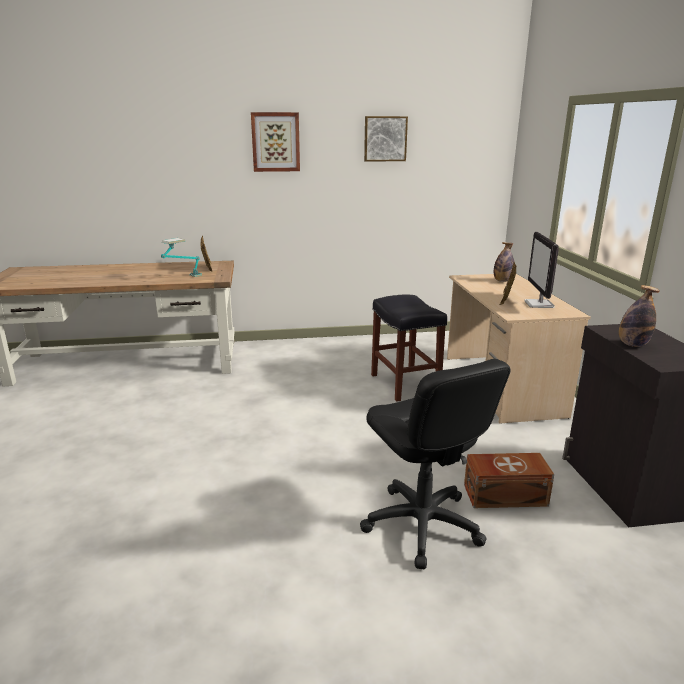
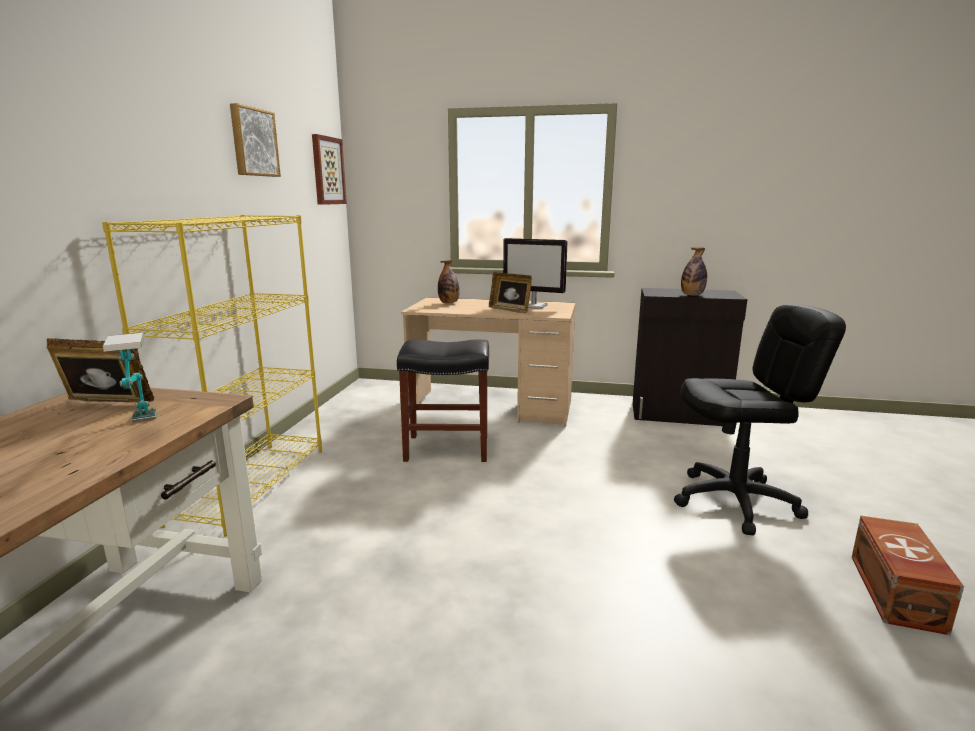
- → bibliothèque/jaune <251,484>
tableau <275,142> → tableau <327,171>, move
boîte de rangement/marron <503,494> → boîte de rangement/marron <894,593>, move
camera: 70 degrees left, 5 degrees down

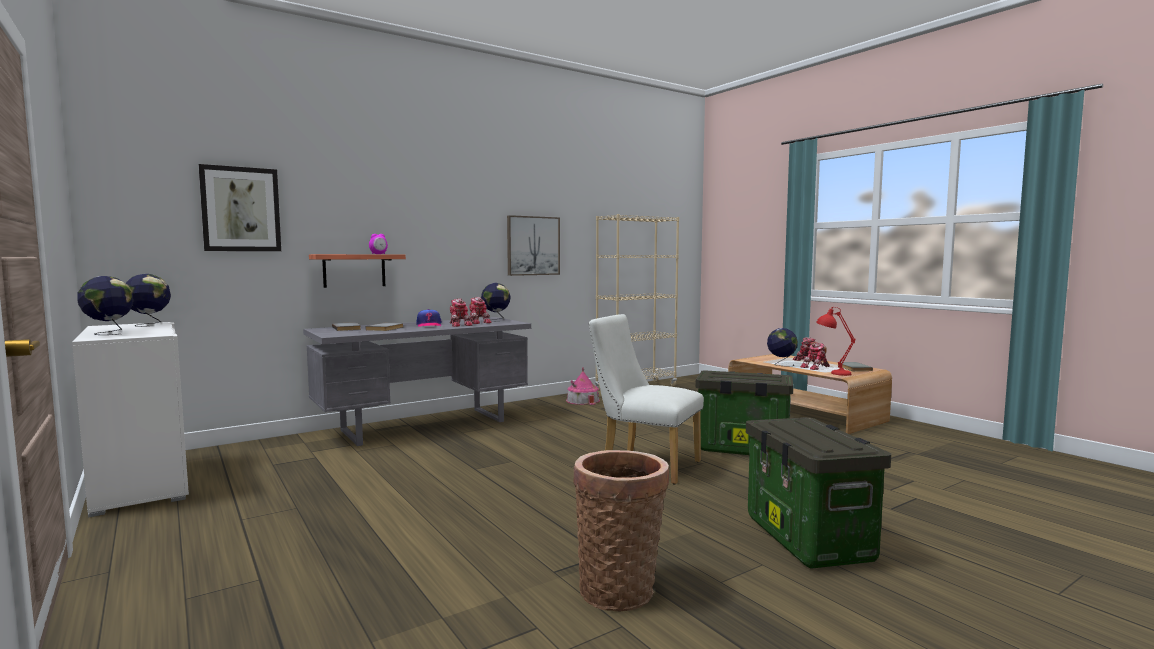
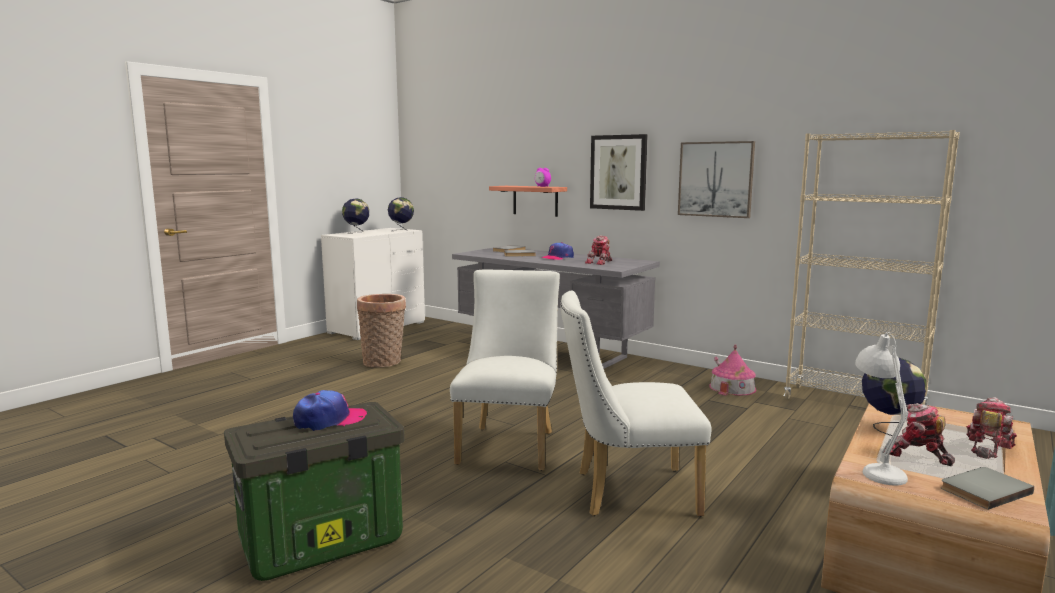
robot jouet <459,325> → -
globe <496,320> → -
- → casquette <329,420>
tableau <241,209> → tableau <618,172>, move
panier <619,588> → panier <384,362>, move
boîte de rangement <741,448> → chaise/blanc <626,492>
lampe de table/rouge <832,373> → lampe de table/blanc <876,468>
camera: 70 degrees right, 5 degrees up

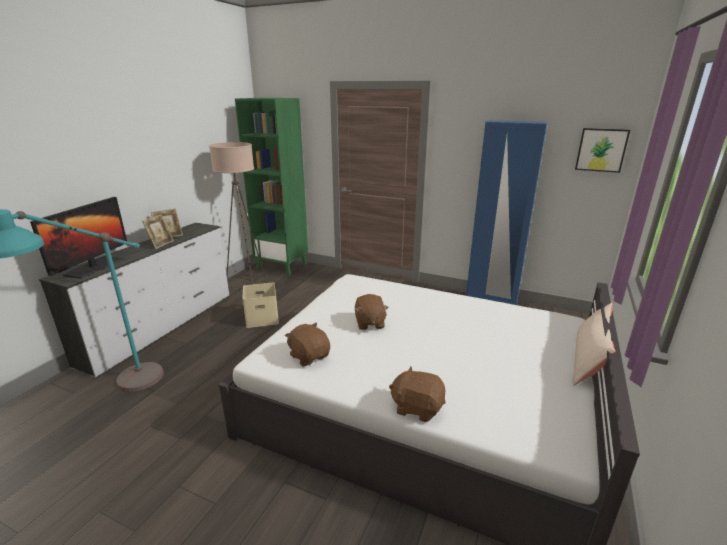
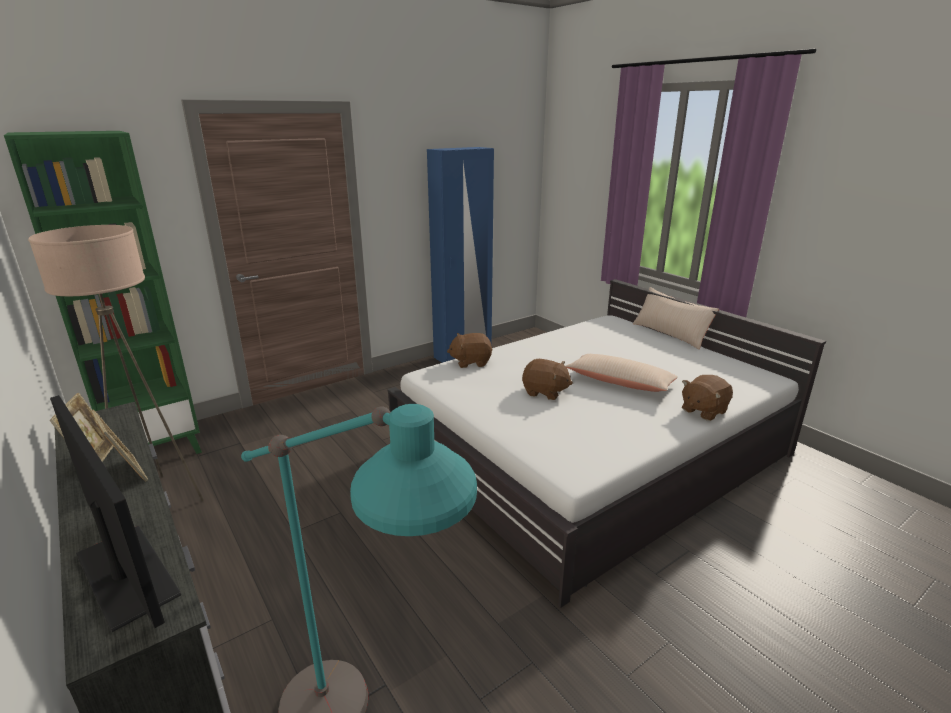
boîte de rangement/beige <263,317> → -
tableau <601,150> → -
- → coussin/beige <620,382>
peluche/marron <309,356> → peluche/marron <471,362>, move
camera: 60 degrees left, 0 degrees up

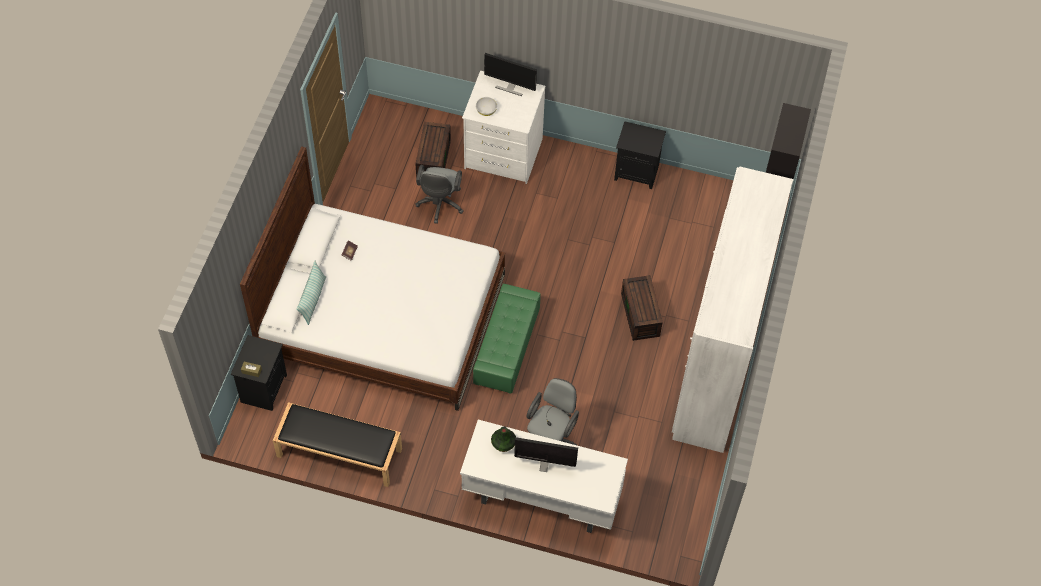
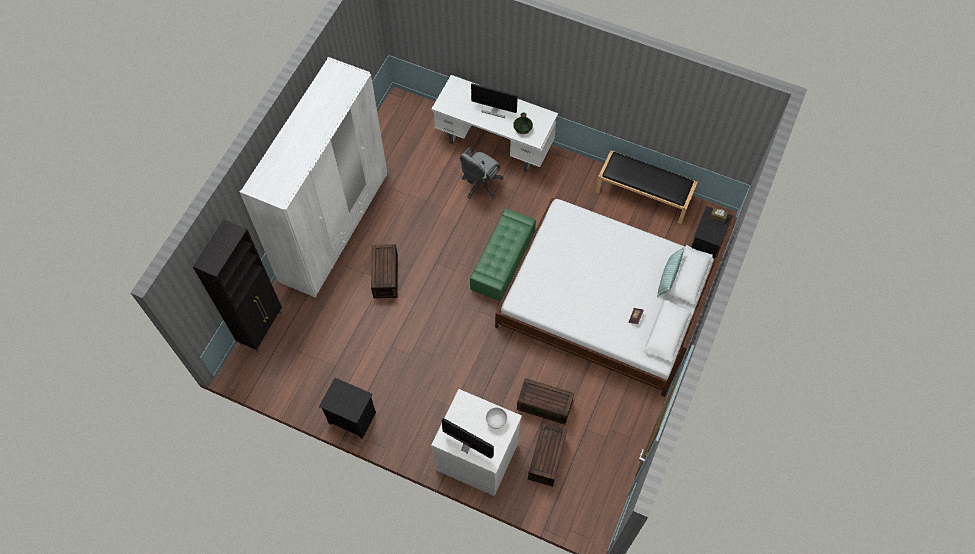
chaise de bureau/gris <440,205> → boîte de rangement/marron <545,405>
camera: 170 degrees left, 5 degrees up

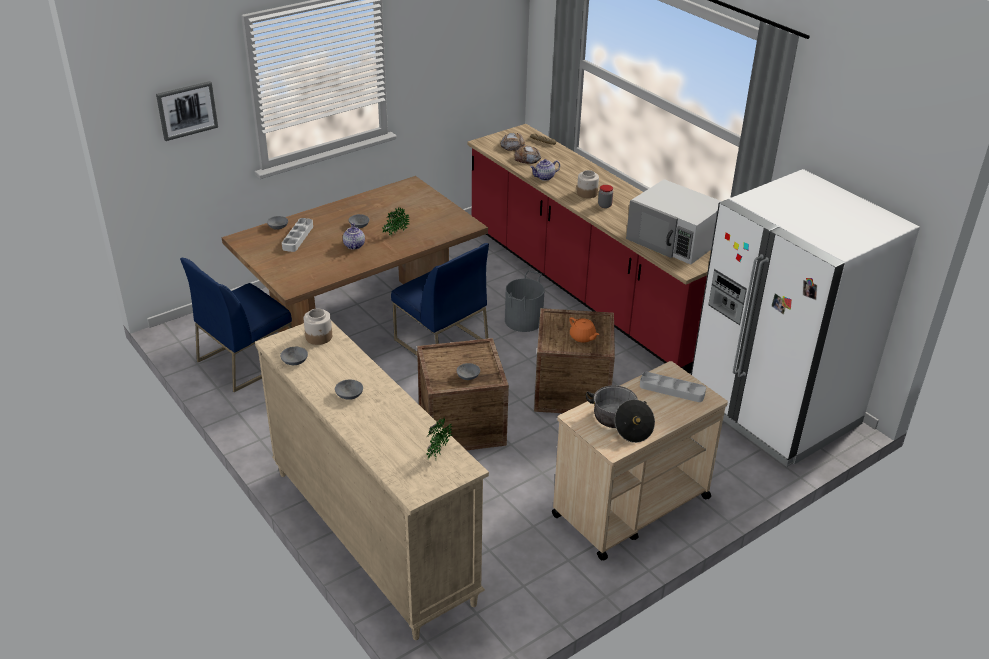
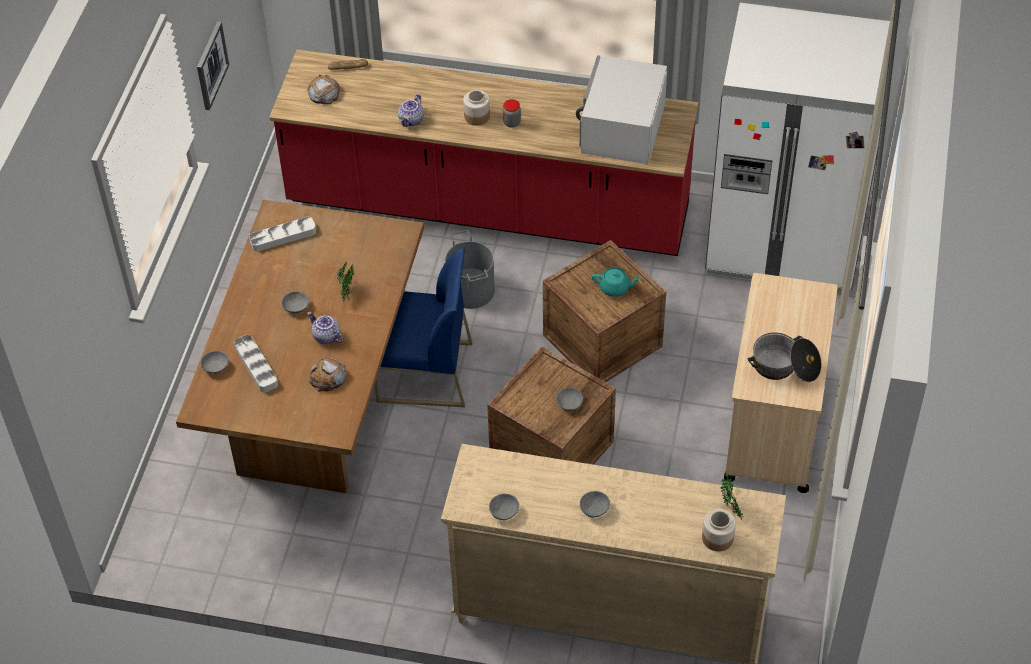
chaise/bleu <246,360> → -
tableau <187,110> → tableau <211,65>, move
bocal <319,337> → bocal <718,538>, move
pain <527,158> → pain <328,377>, move
plateau/gris <672,390> → plateau/gris <283,236>, move
théière/orange <582,337> → théière/turquoise <615,288>
micro-ondes/blanc <674,240> → micro-ondes/blanc <621,128>, 105 degrees clockwise
camera: 40 degrees left, 15 degrees up

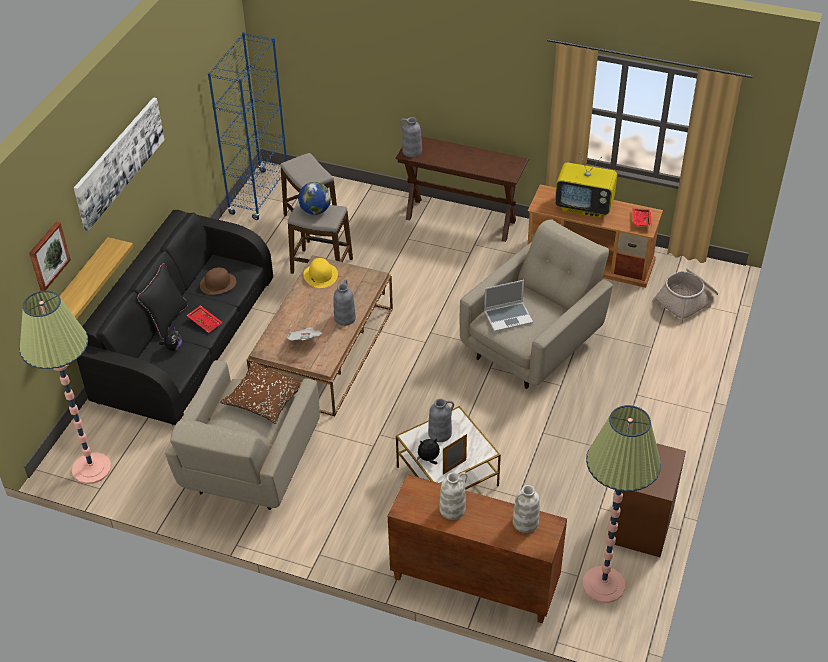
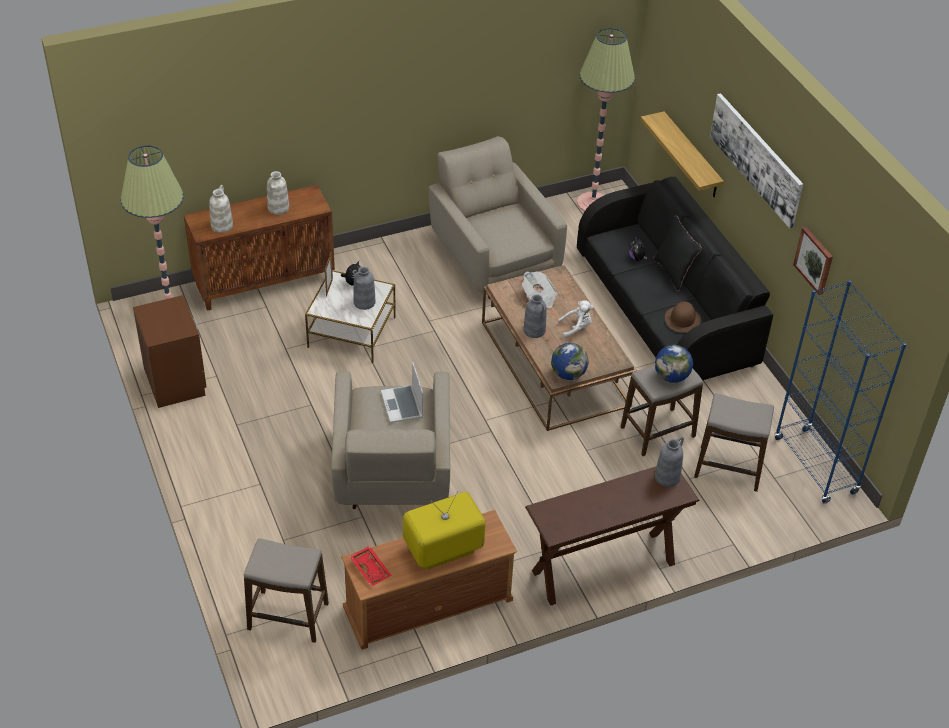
plateau/rouge <205,322> → -
coussin/marron <265,399> → -
chapeau/jaune <320,275> → -
- → globe <568,374>
- → peluche/blanc <576,328>
tableau <48,256> → tableau <814,260>, move
panier <687,301> → tabouret <288,617>
ordinateur portable <508,317> → ordinateur portable <403,405>, 45 degrees counterclockwise
camera: 135 degrees right, 0 degrees up

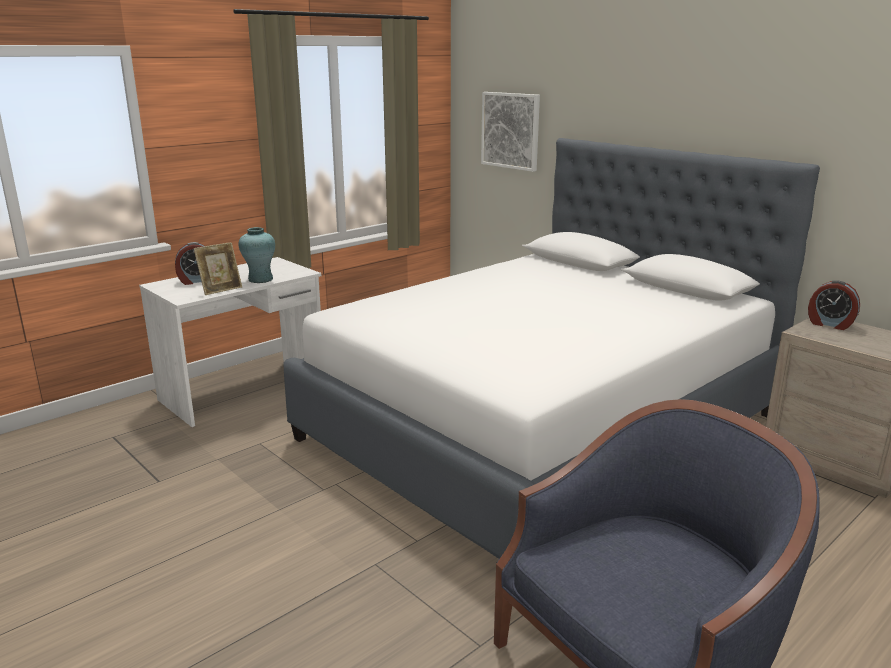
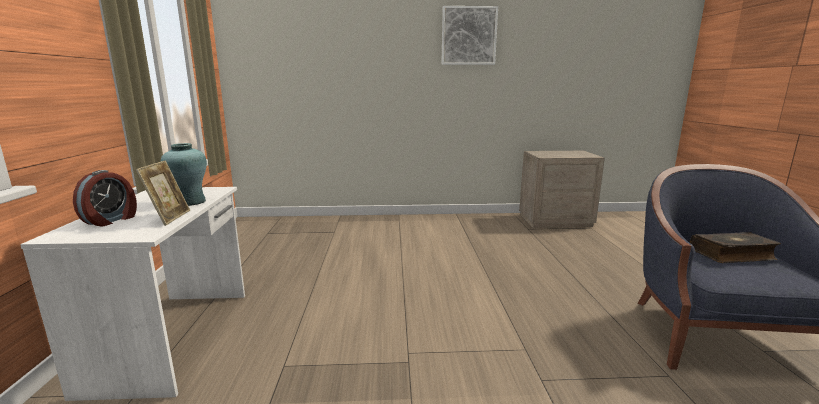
lit/blanc <541,426> → -
réveil <830,324> → -
- → livre <732,255>
tableau <510,130> → tableau <468,36>, move
camera: 50 degrees left, 5 degrees down

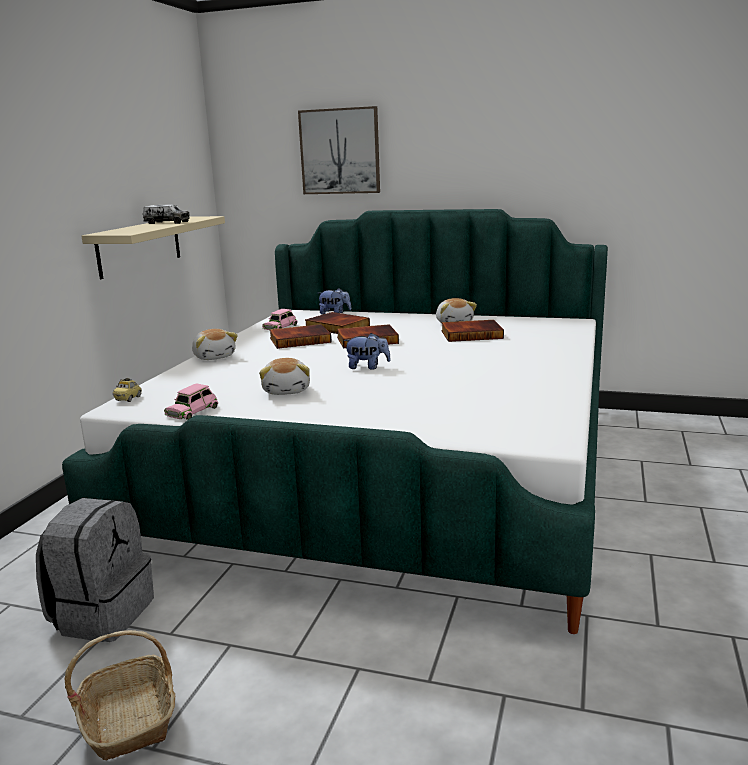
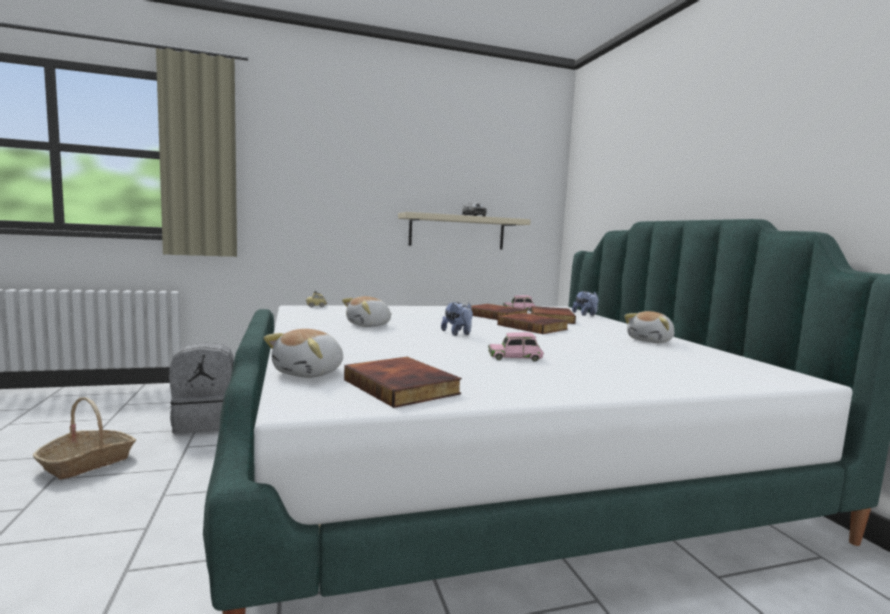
tableau <340,151> → -
petite voiture/rose <192,411> → petite voiture/rose <515,357>, move
peluche <215,357> → peluche <310,373>, move
livre <471,334> → livre <403,386>, move
camera: 55 degrees right, 10 degrees down

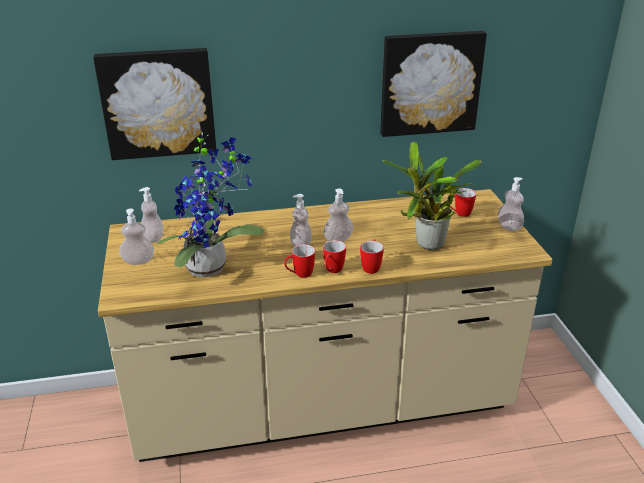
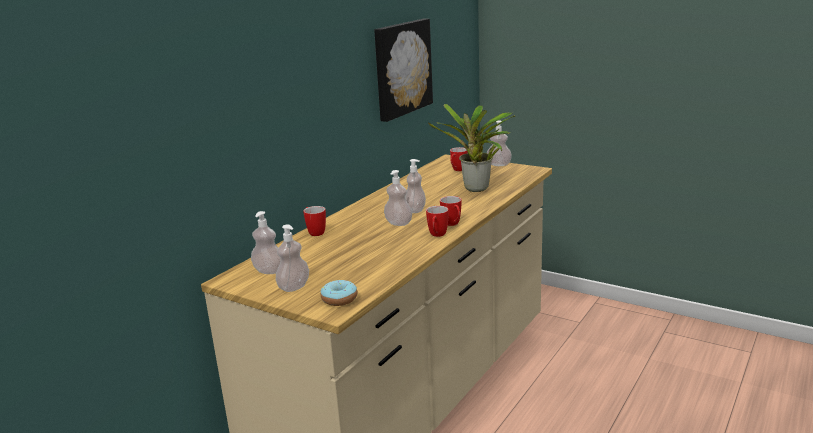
tableau <158,103> → -
plante en pot <212,267> → -
- → beignet <339,299>
mug <371,267> → mug <314,232>, move
camera: 45 degrees left, 10 degrees down

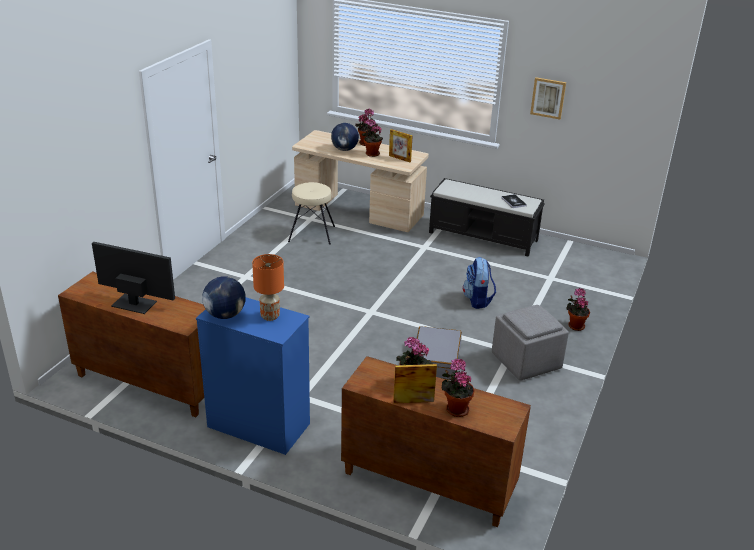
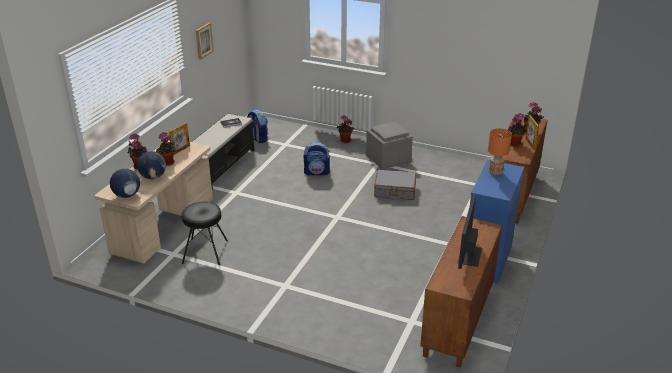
- → sac à dos <257,139>
globe <225,315> → globe <127,195>, move
tabouret/beige <312,234> → tabouret/noir <205,251>
camera: 90 degrees left, 0 degrees up

